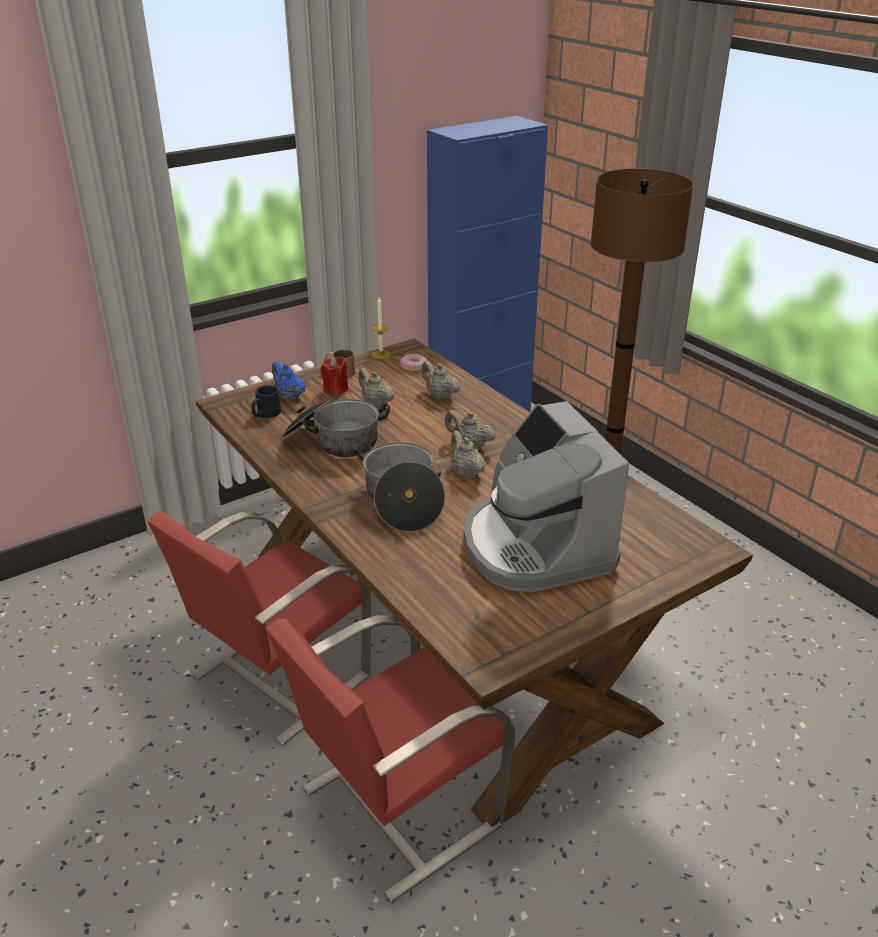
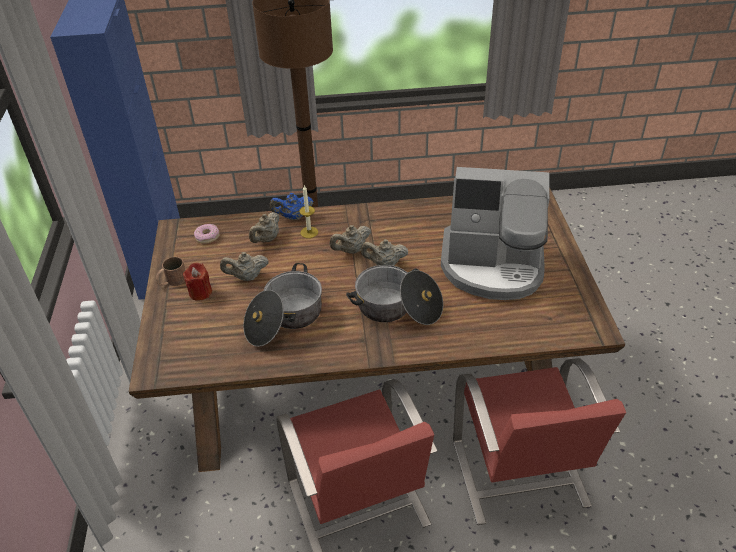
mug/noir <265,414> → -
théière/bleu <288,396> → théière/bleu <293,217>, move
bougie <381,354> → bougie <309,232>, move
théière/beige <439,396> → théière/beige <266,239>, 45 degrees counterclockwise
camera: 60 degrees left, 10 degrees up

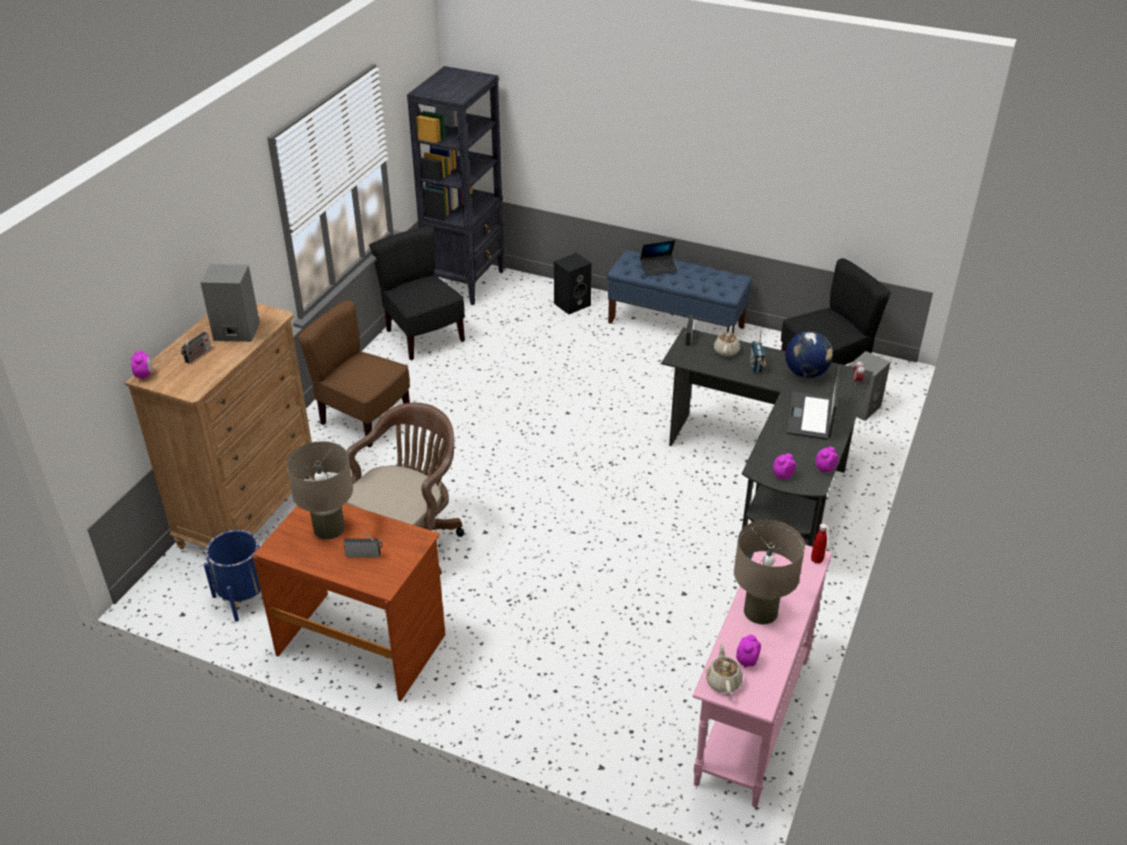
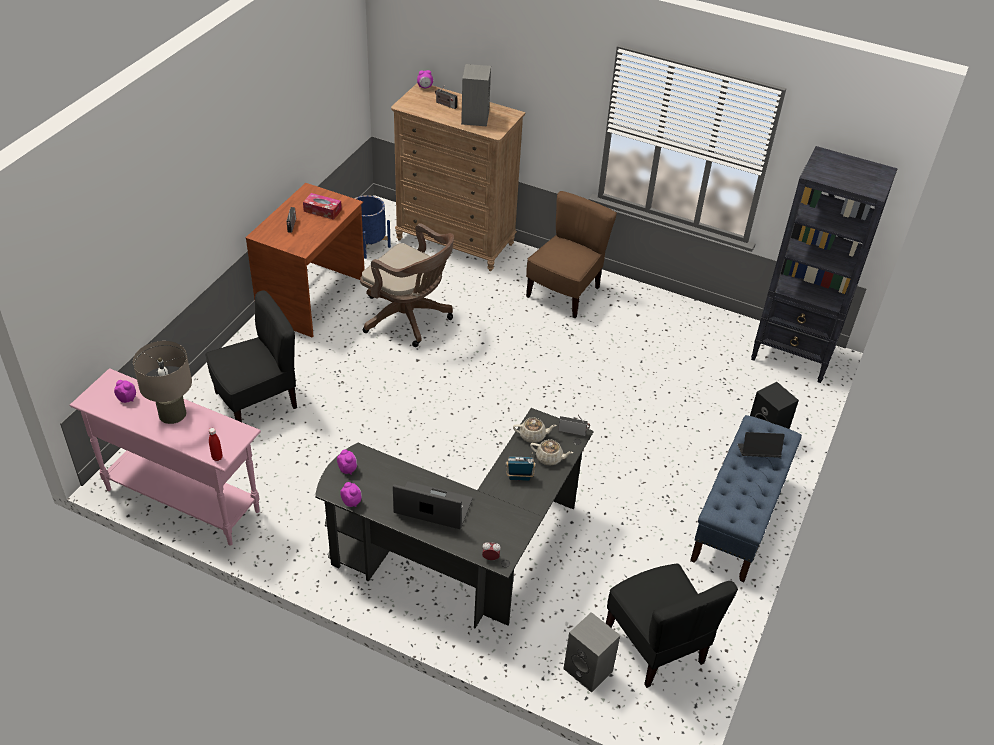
globe <806,373> → -
chaise/noir <423,336> → chaise/noir <257,401>, move
théière/beige <723,681> → théière/beige <533,436>, move
lampe de table/beige <329,528> → boîte à mouchoirs <322,210>
ordinateur portable <658,268> → ordinateur portable <757,453>, 105 degrees clockwise
camera: 90 degrees right, 5 degrees up

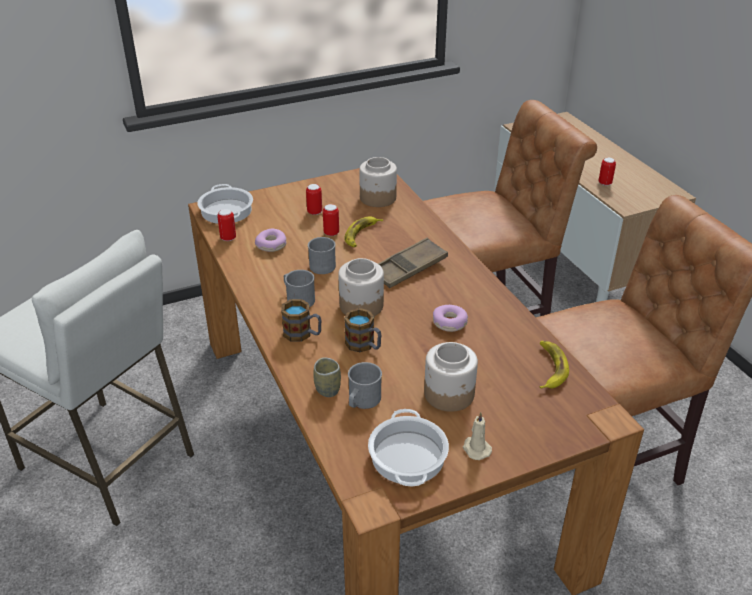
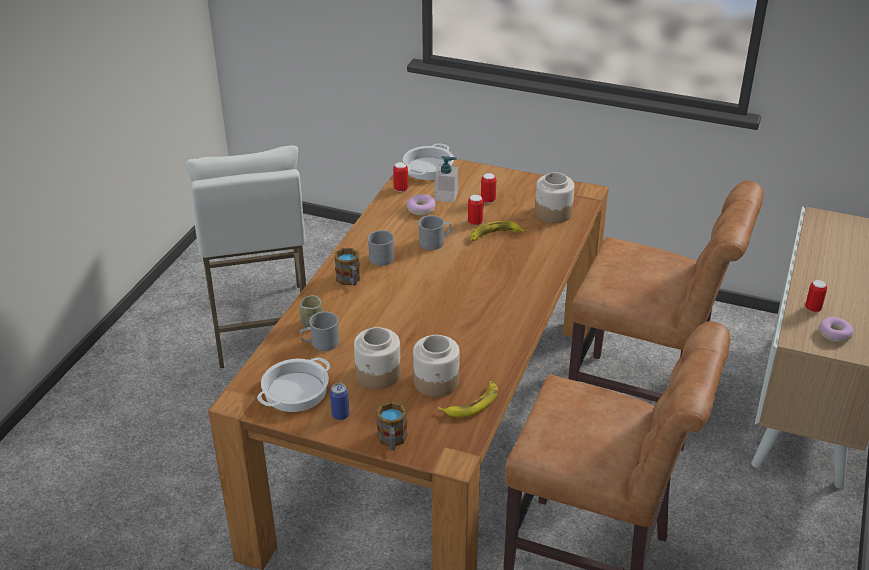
plateau/marron <408,268> → -
- → distributeur de savon <446,196>
bocal <362,305> → bocal <436,382>, move
mug <364,345> → mug <392,441>, move
beignet <450,323> → beignet <834,334>, move
bougie/beige <475,449> → boîte métallique <340,415>
camera: 45 degrees right, 0 degrees up

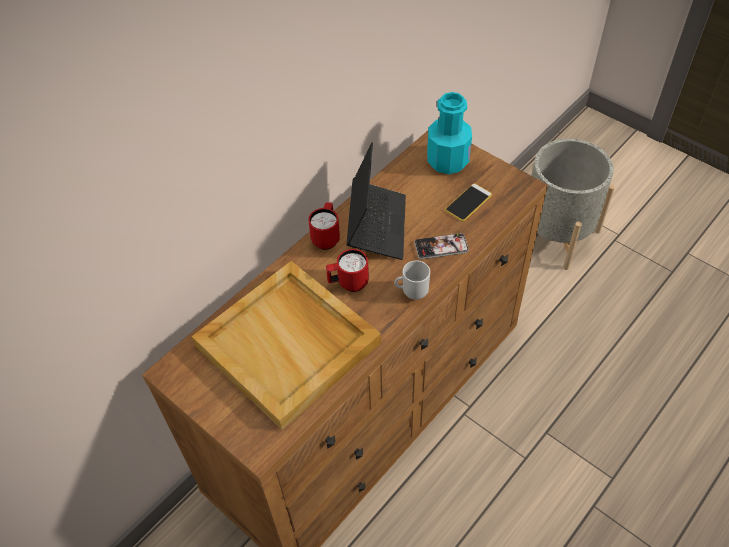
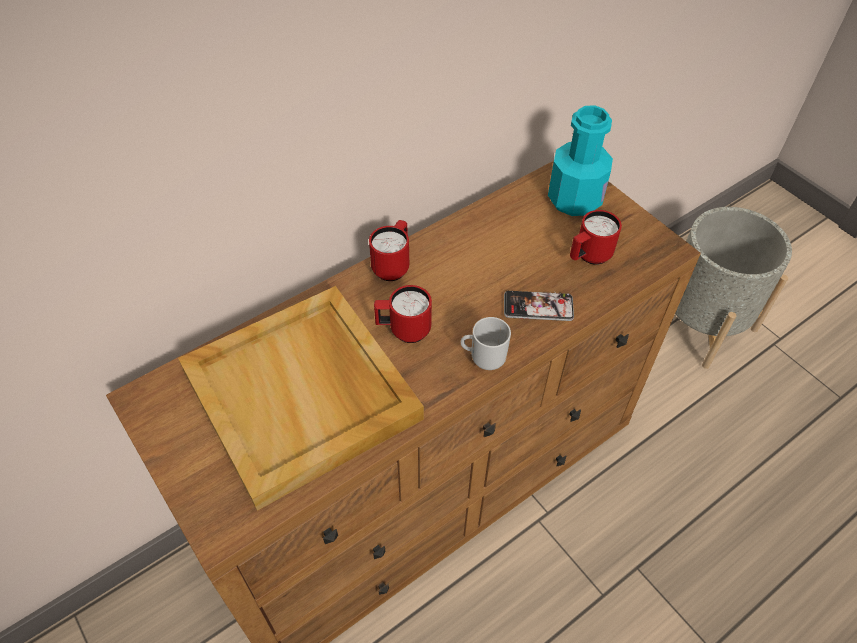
ordinateur portable <377,225> → -
téléphone <468,203> → mug/rouge <588,257>
camera: 10 degrees right, 0 degrees up

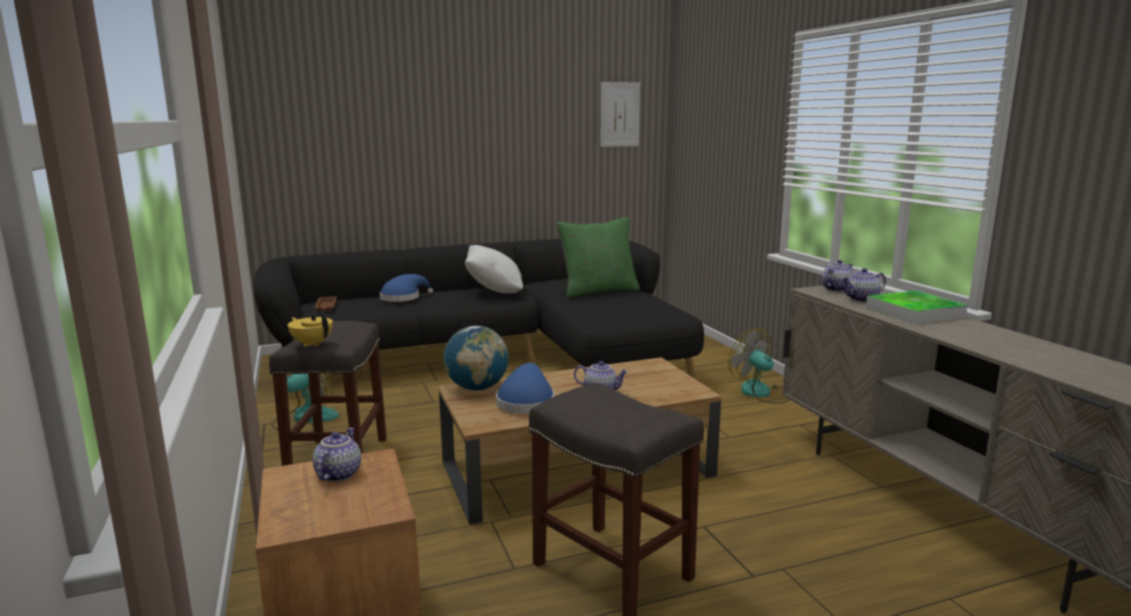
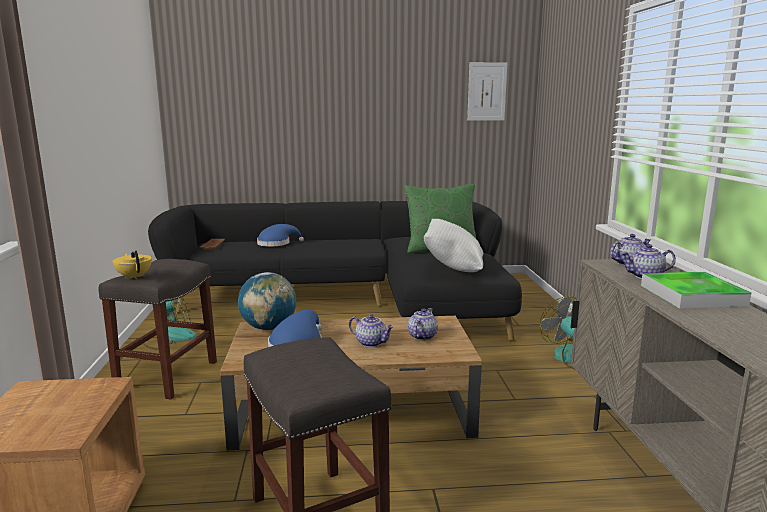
théière <337,474> → théière <422,336>, move
coussin/blanc <494,292> → coussin/blanc <453,268>, move
camera: 15 degrees right, 0 degrees up

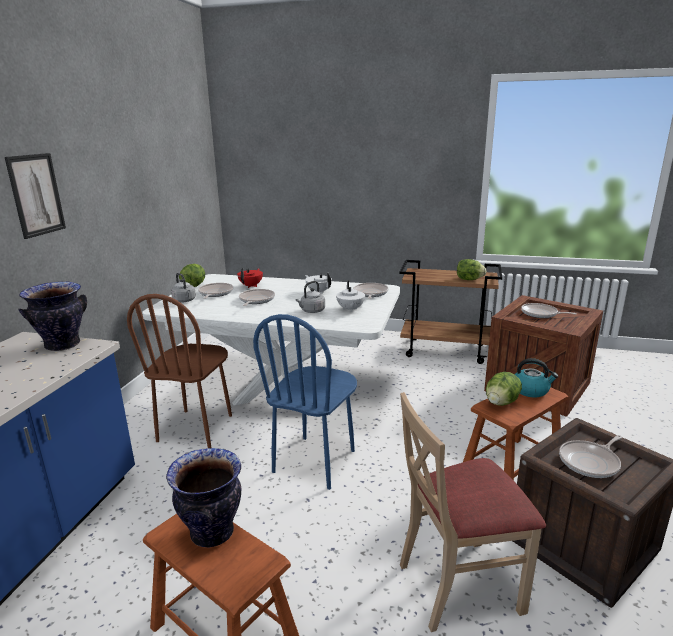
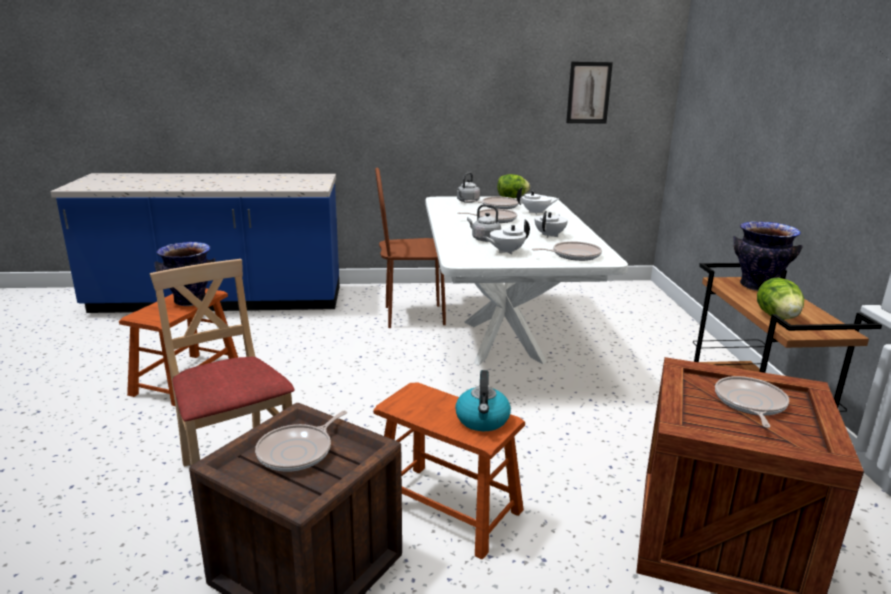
chaise/bleu <315,461> → -
laitue <501,403> → -
tableau <36,195> → tableau <588,93>, move
vase <63,345> → vase <757,286>, move
théière/rouge <251,286> → théière/blanc <536,212>
poêle <590,462> → poêle <298,451>, 90 degrees counterclockwise
camera: 70 degrees right, 0 degrees up

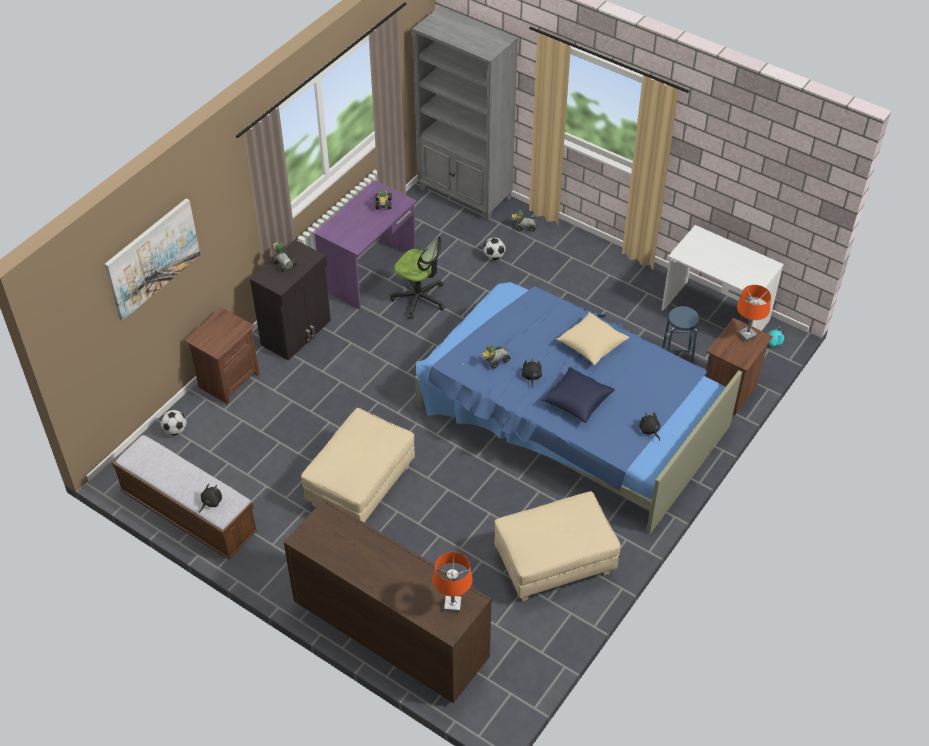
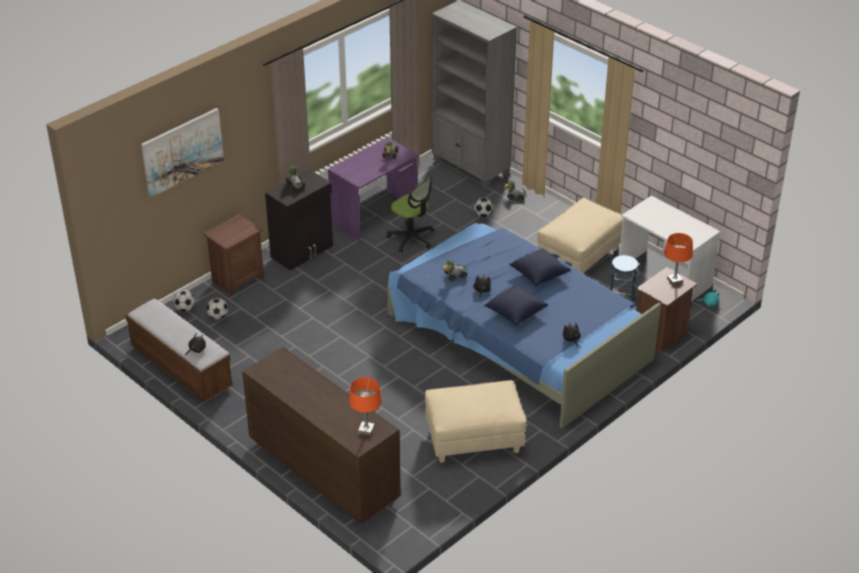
- → ballon de foot <218,317>
pouf/beige <361,486> → pouf/beige <579,257>, move
coussin/beige <591,345> → coussin/bleu <539,274>
camera: 10 degrees right, 10 degrees down

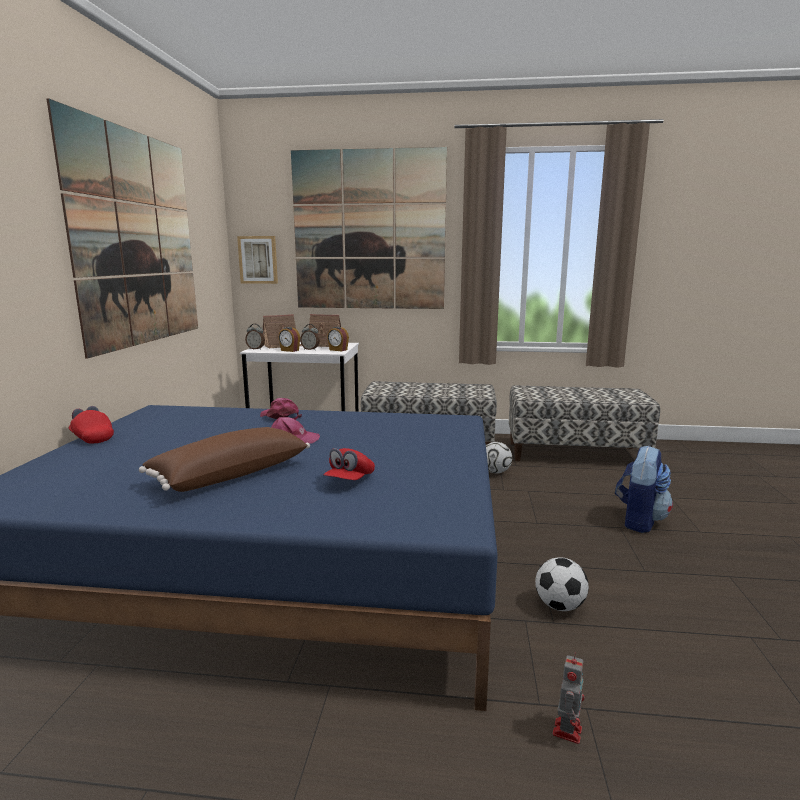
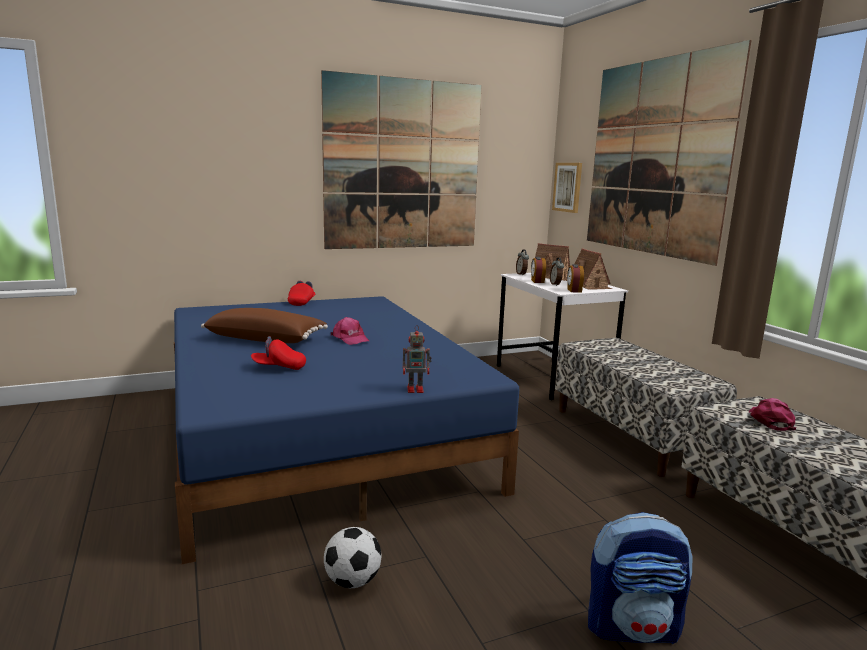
ballon de foot <495,472> → -
casquette/rose <280,417> → casquette/rose <770,420>, move
robot jouet <567,730> → robot jouet <416,389>, move
camera: 60 degrees right, 0 degrees up

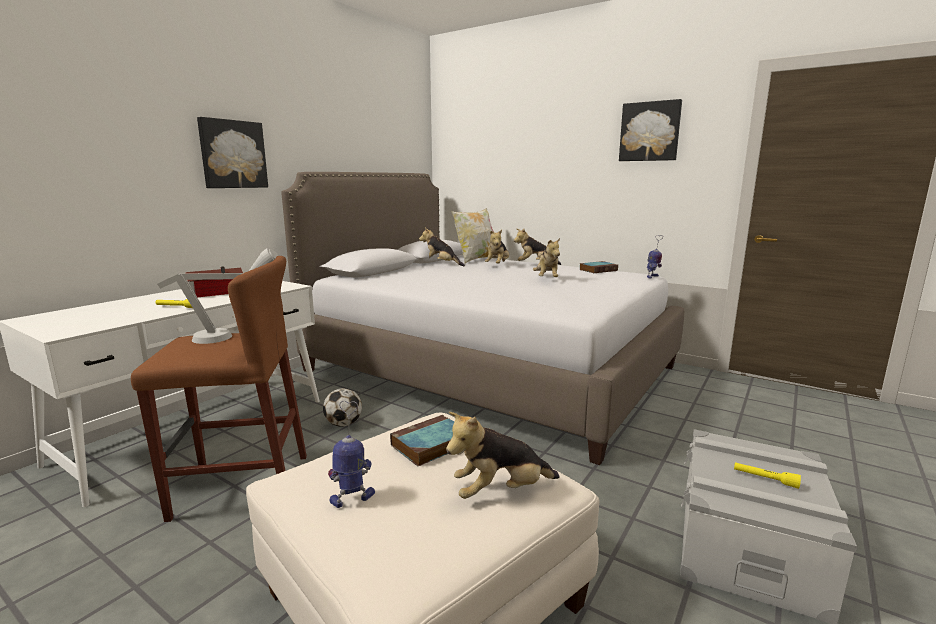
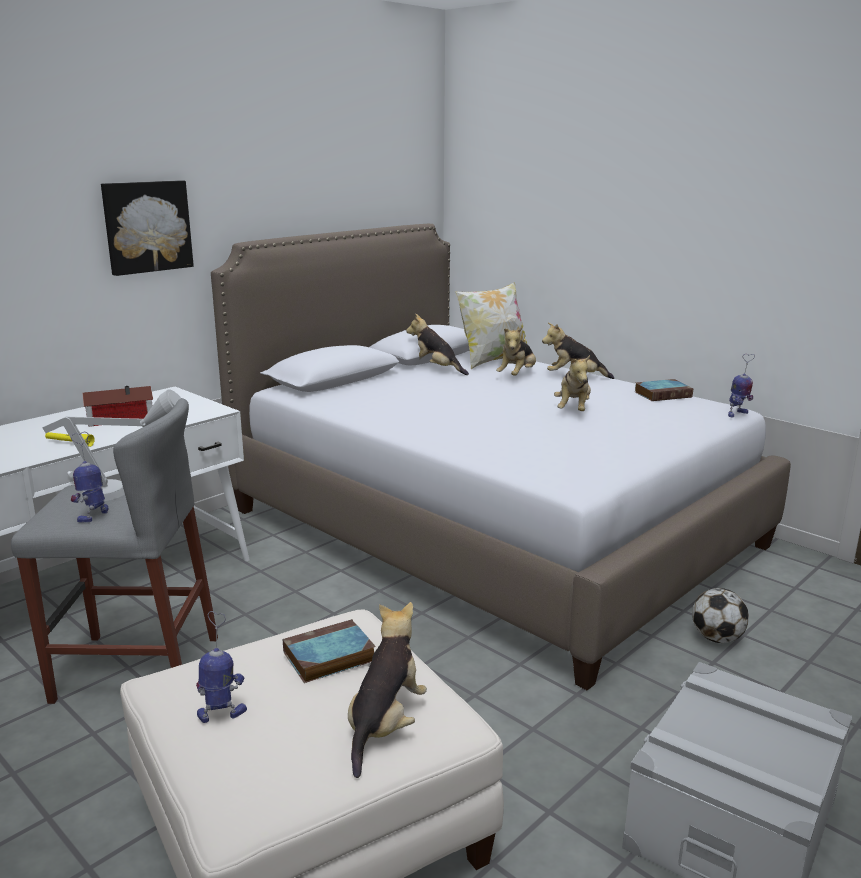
tableau <650,131> → -
lampe de poche/jaune <765,479> → -
- → robot jouet <94,515>
ballon de foot <343,424> → ballon de foot <717,638>, move
tabouret/marron <242,486> → tabouret/gris <137,669>
peluche <500,492> → peluche <385,725>, 120 degrees clockwise
camera: 10 degrees right, 5 degrees up

